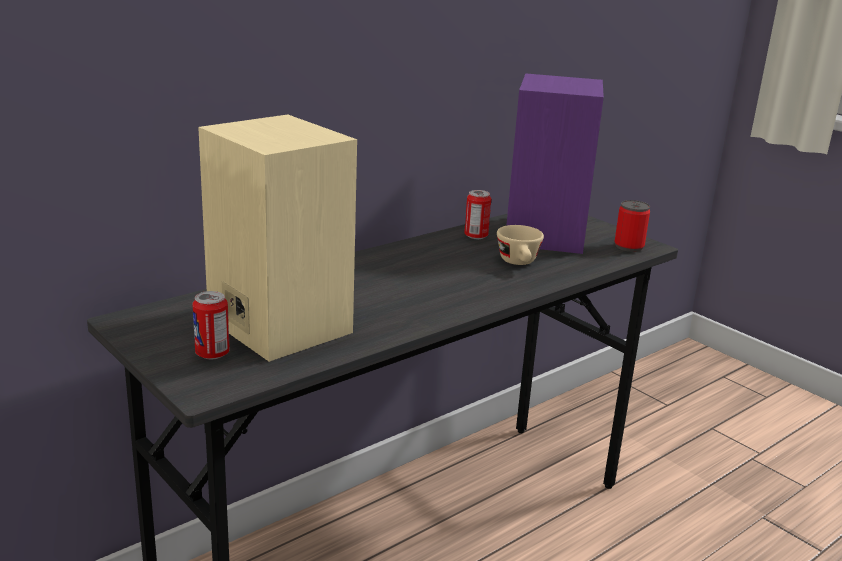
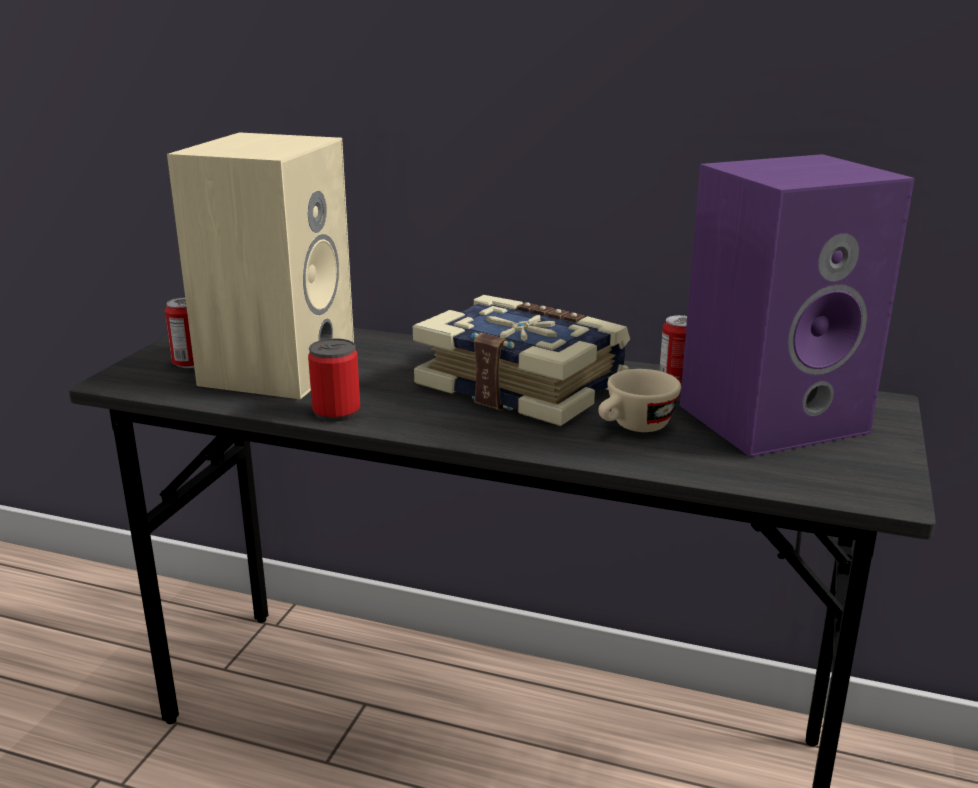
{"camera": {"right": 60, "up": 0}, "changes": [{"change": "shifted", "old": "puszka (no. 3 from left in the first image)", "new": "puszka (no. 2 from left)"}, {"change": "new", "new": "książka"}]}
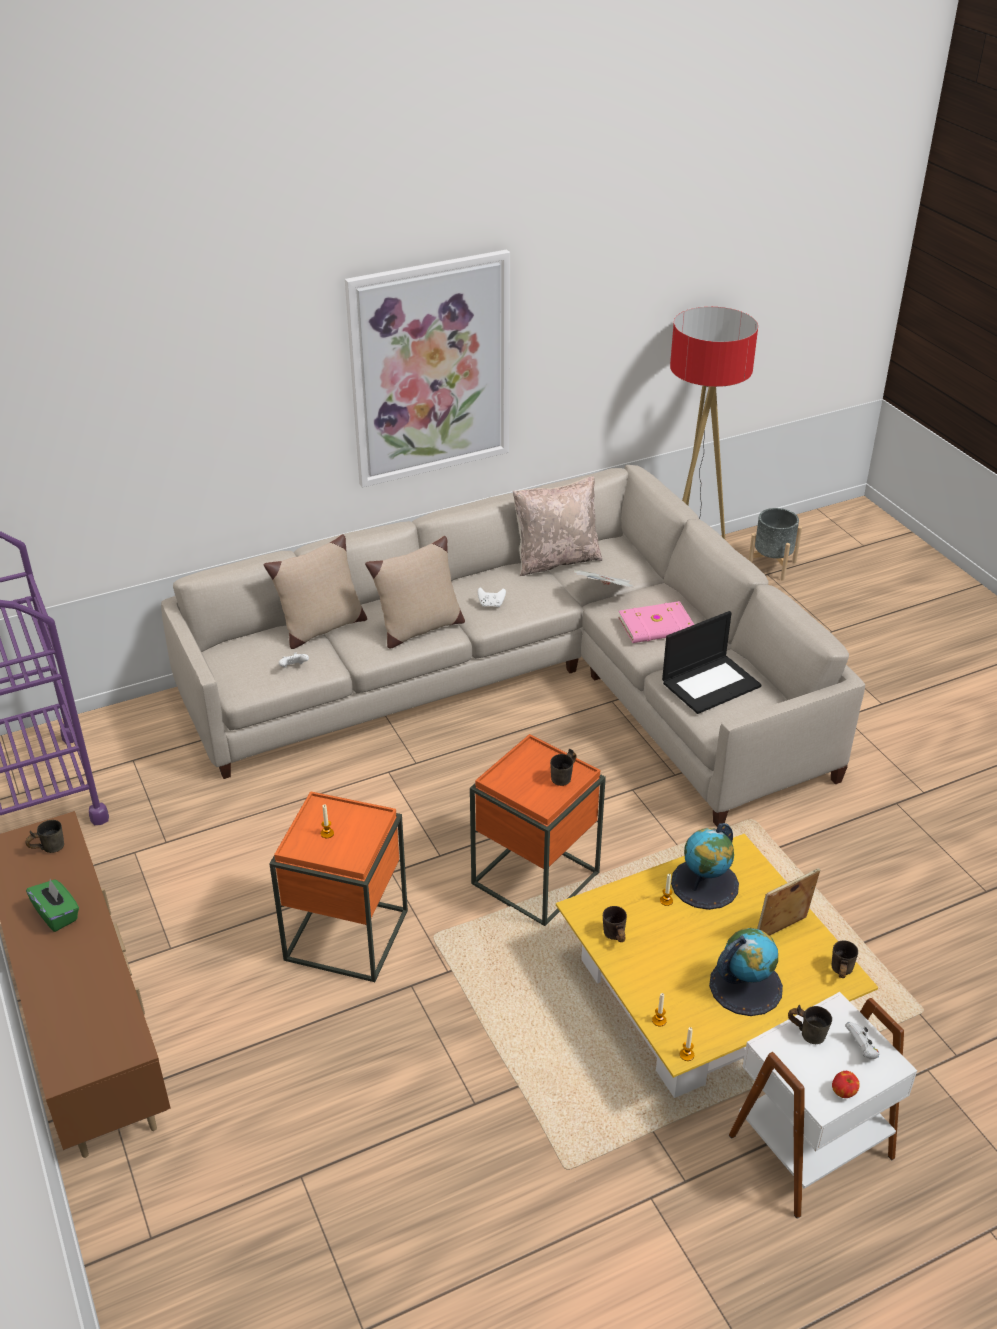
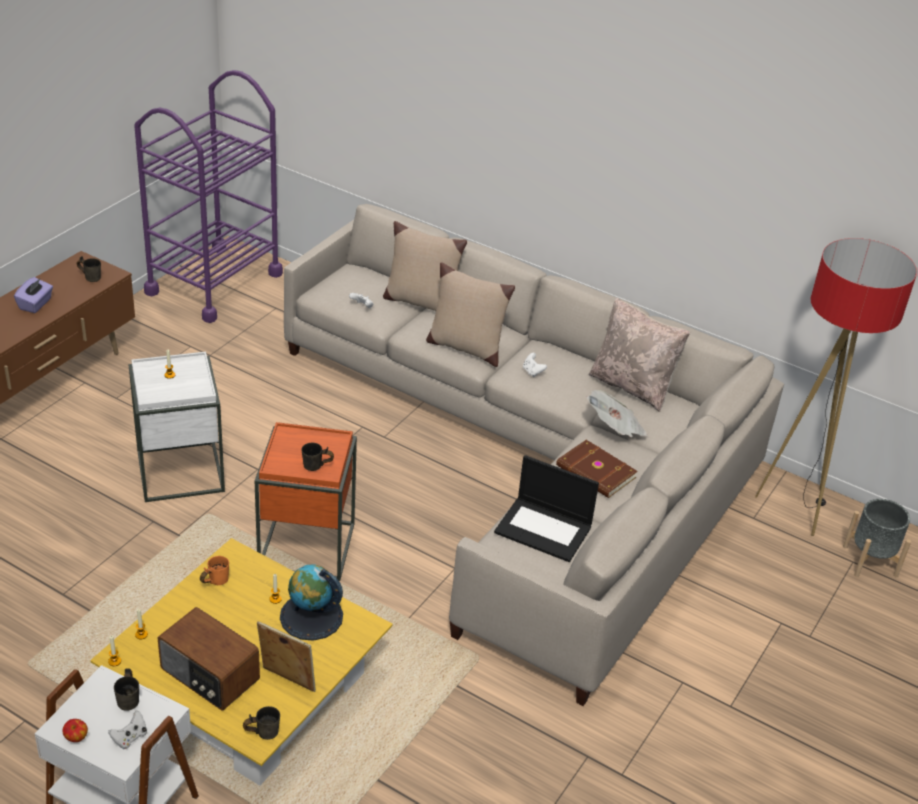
{"camera": {"right": 55, "up": 0}, "changes": [{"change": "repainted", "old": "pudełko chusteczek/zielony", "new": "pudełko chusteczek/fioletowy"}, {"change": "repainted", "old": "stolik/pomarańczowy (no. 1 from left)", "new": "stolik/biały (no. 2 from left)"}, {"change": "gone", "old": "obraz"}, {"change": "repainted", "old": "kubek/szary (no. 3 from left)", "new": "kubek/pomarańczowy"}, {"change": "repainted", "old": "książka/różowy", "new": "książka/brązowy"}, {"change": "swapped", "old": "globus (no. 2 from left)", "new": "radio"}]}
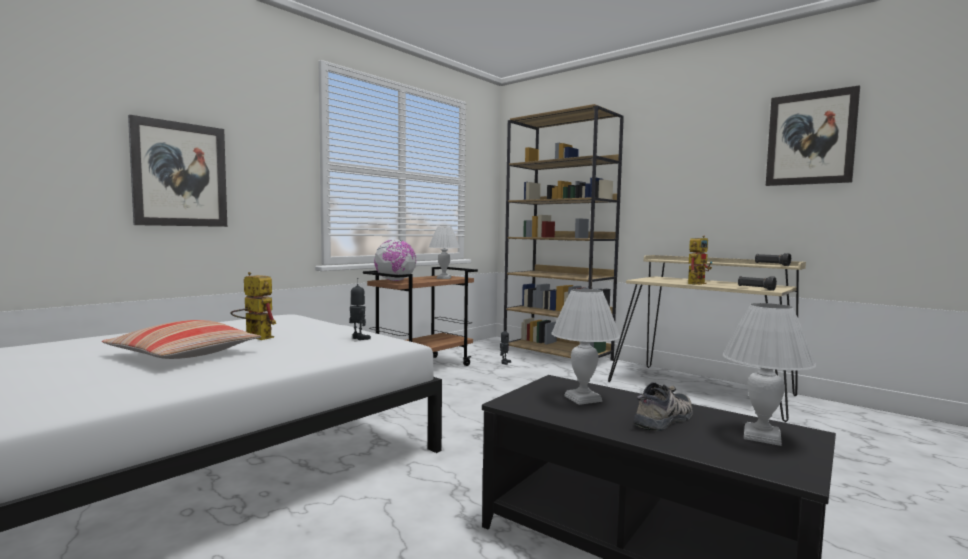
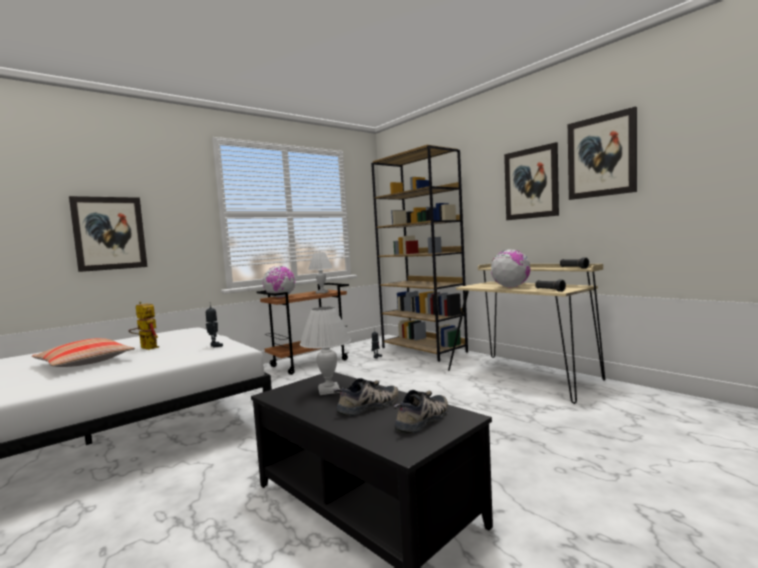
{"camera": {"right": 10, "up": 0}, "changes": [{"change": "swapped", "old": "robot zabawkowy (no. 4 from left)", "new": "globus (no. 2 from left)"}, {"change": "swapped", "old": "lampa stołowa/biały (no. 3 from left)", "new": "but (no. 2 from left)"}, {"change": "new", "new": "obraz (no. 2 from left)"}]}
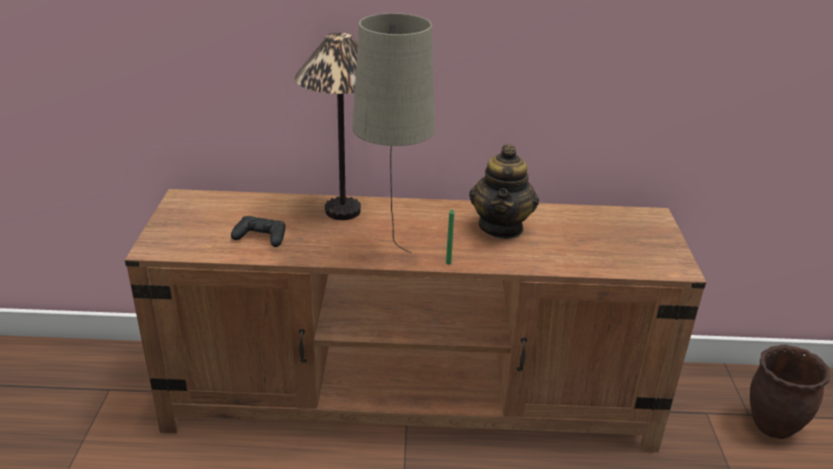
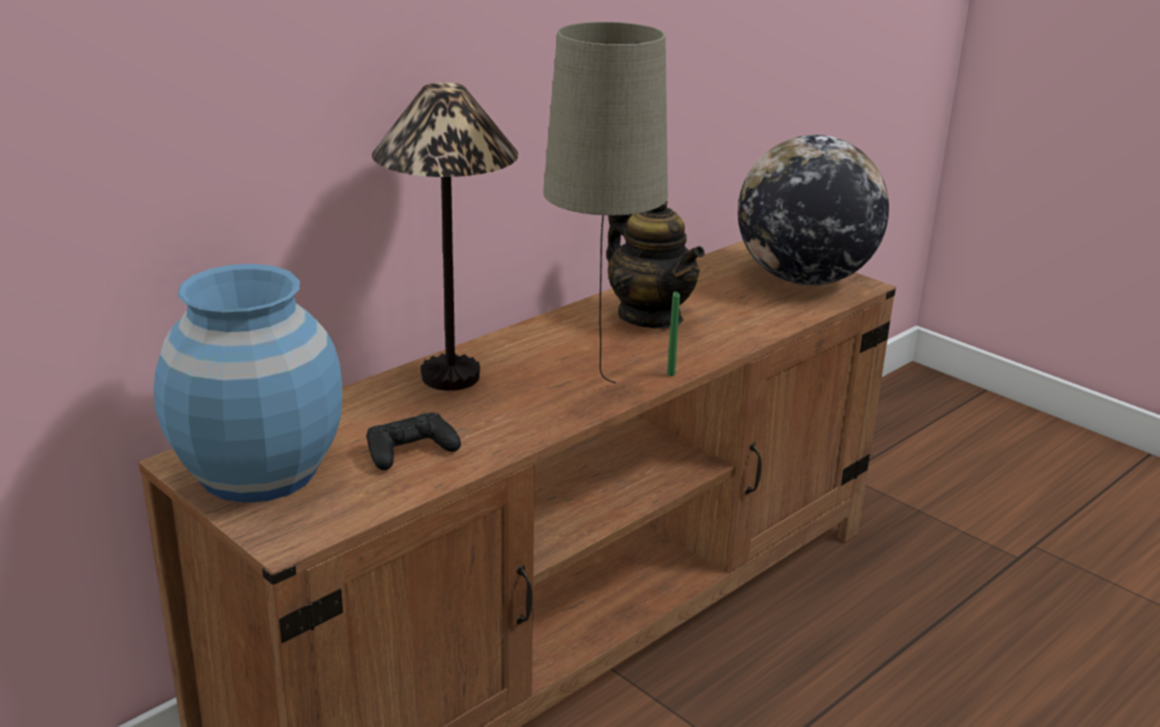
{"camera": {"right": -45, "up": -5}, "changes": [{"change": "gone", "old": "donica/brązowy"}, {"change": "new", "new": "wazon/niebieski"}, {"change": "new", "new": "globus"}]}
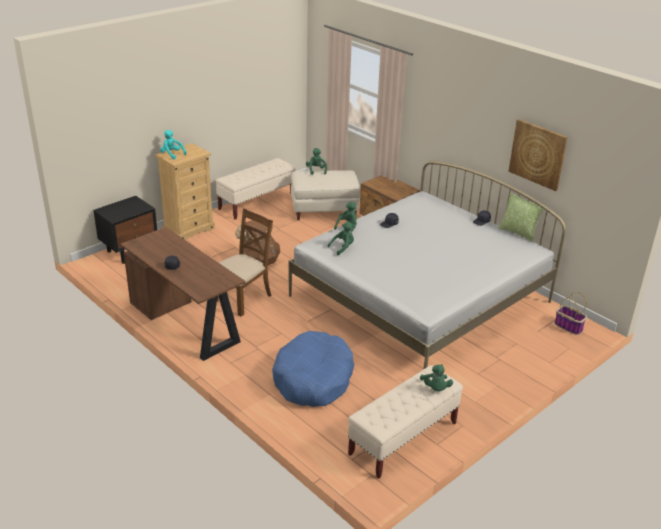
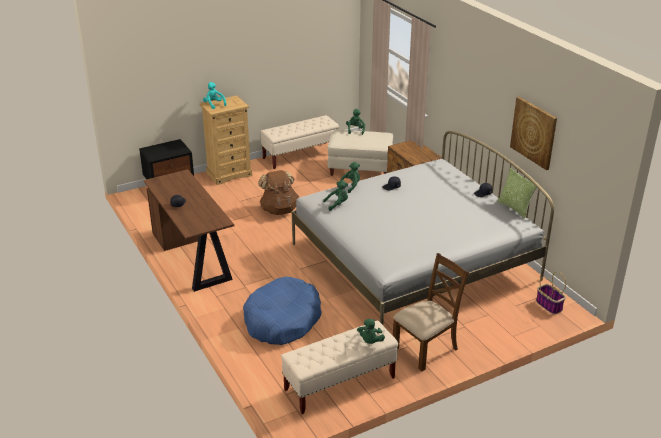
{"camera": {"right": 15, "up": 0}, "changes": [{"change": "shifted", "old": "krzesło/brązowy"}]}
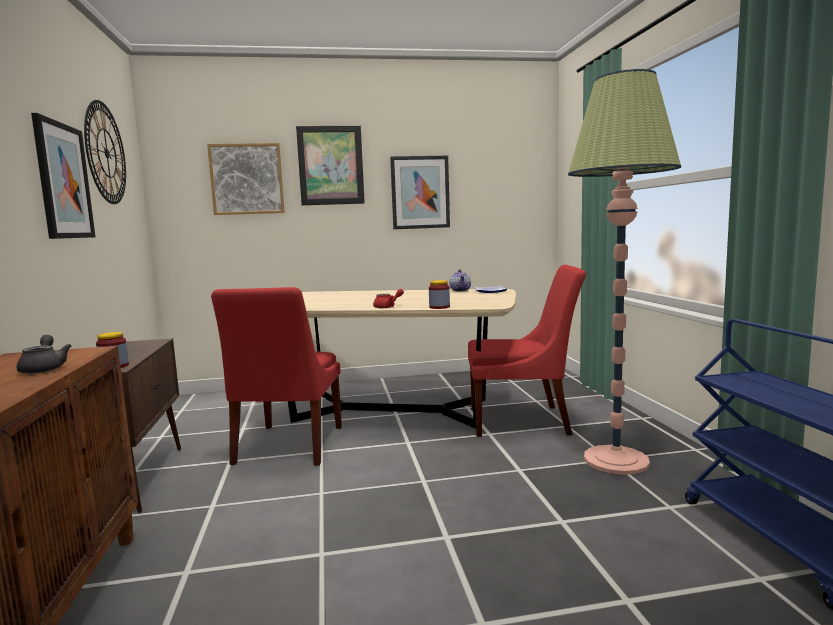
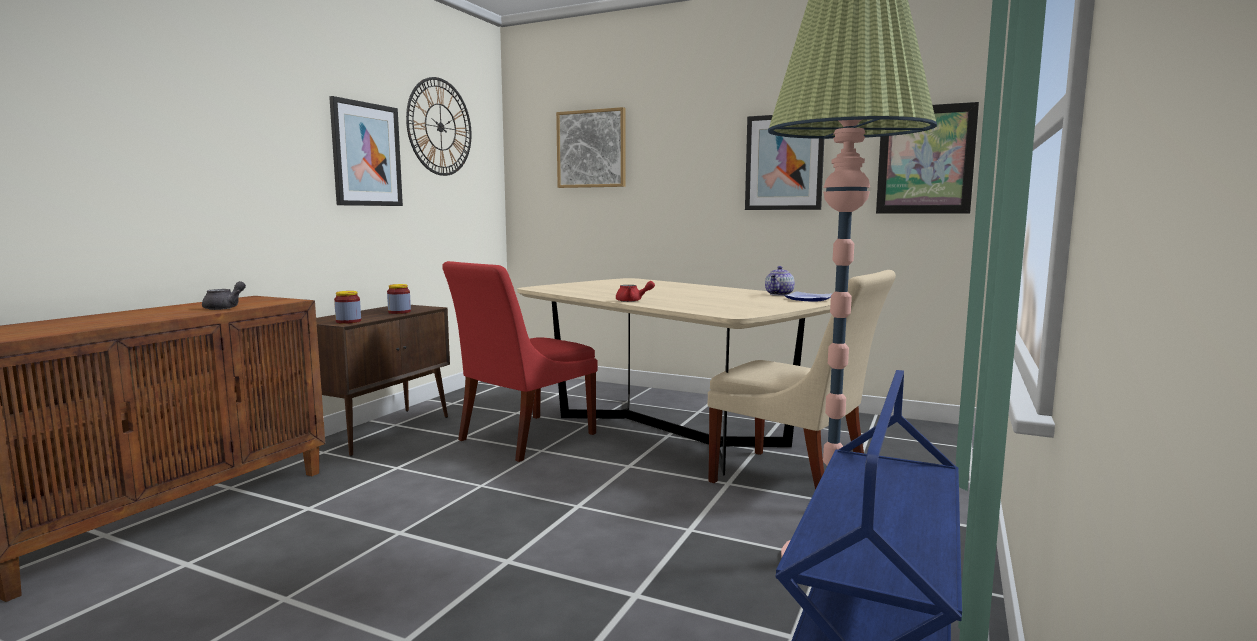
{"camera": {"right": 35, "up": 0}, "changes": [{"change": "shifted", "old": "obraz (no. 3 from left in the first image)", "new": "obraz (no. 4 from left)"}, {"change": "shifted", "old": "słoik (no. 2 from left)"}, {"change": "repainted", "old": "krzesło/czerwony (no. 2 from left)", "new": "krzesło/beżowy"}]}
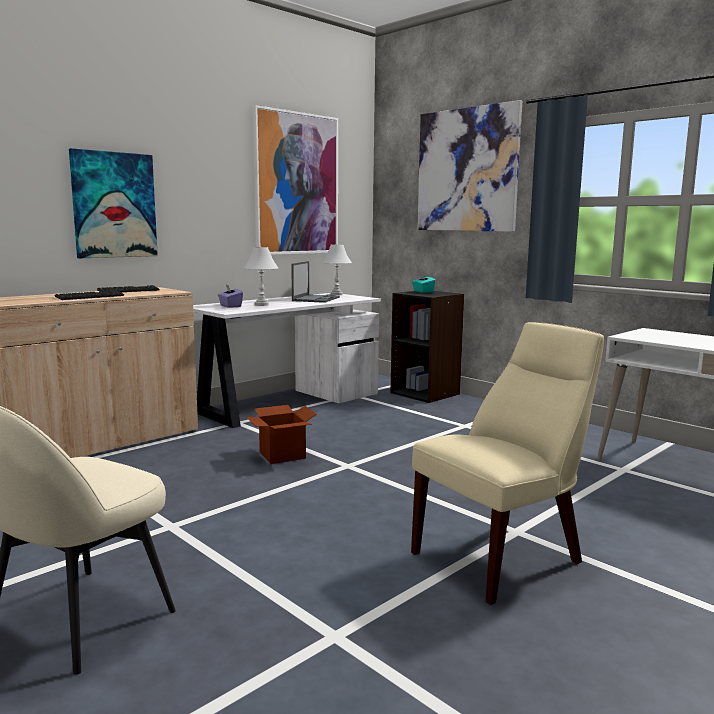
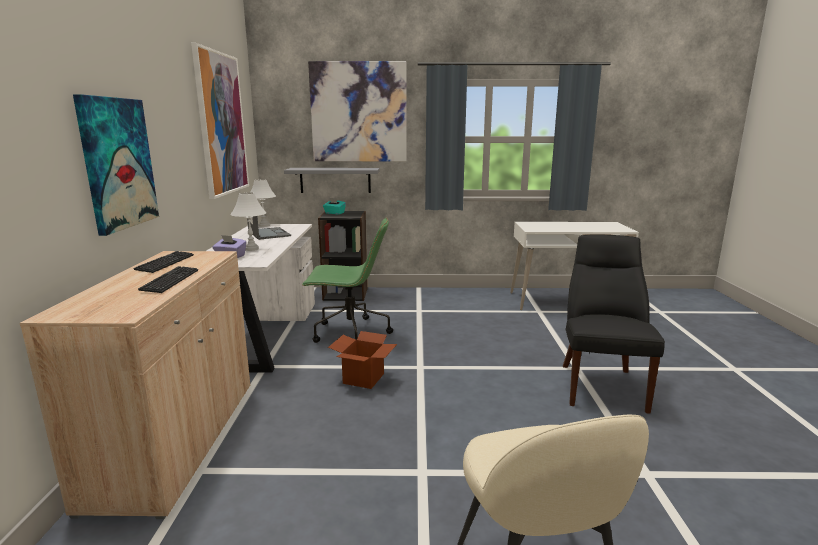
{"camera": {"right": -45, "up": 5}, "changes": [{"change": "repainted", "old": "krzesło/beżowy (no. 2 from left)", "new": "krzesło/czarny"}, {"change": "new", "new": "półka/szary"}, {"change": "new", "new": "krzesło biurowe/zielony"}]}
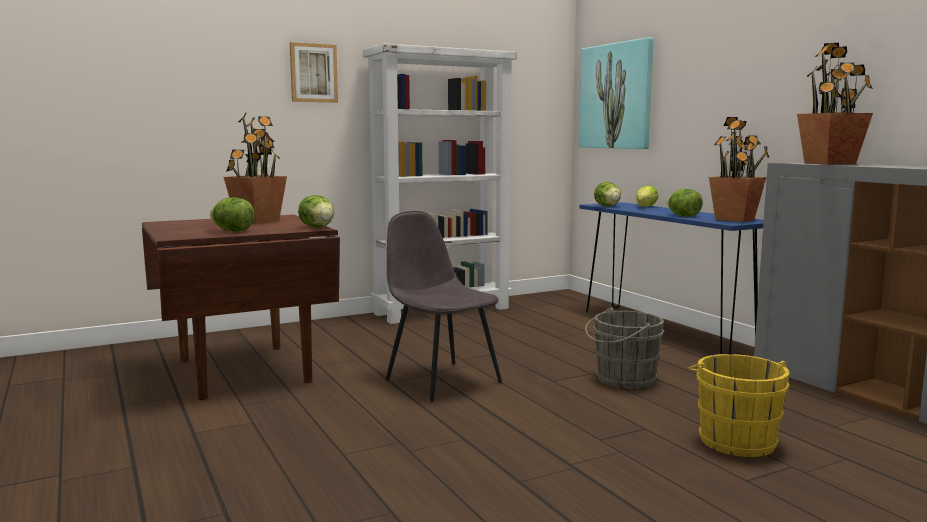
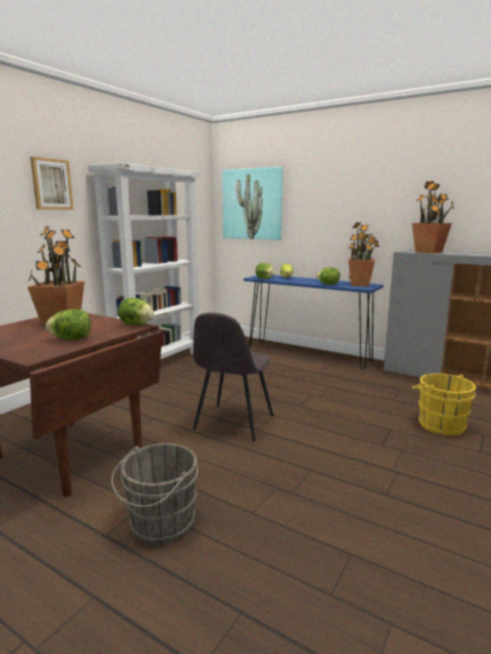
{"camera": {"right": -30, "up": 5}, "changes": [{"change": "rotated", "old": "krzesło/szary", "degrees": -90}, {"change": "shifted", "old": "wiadro/szary"}]}
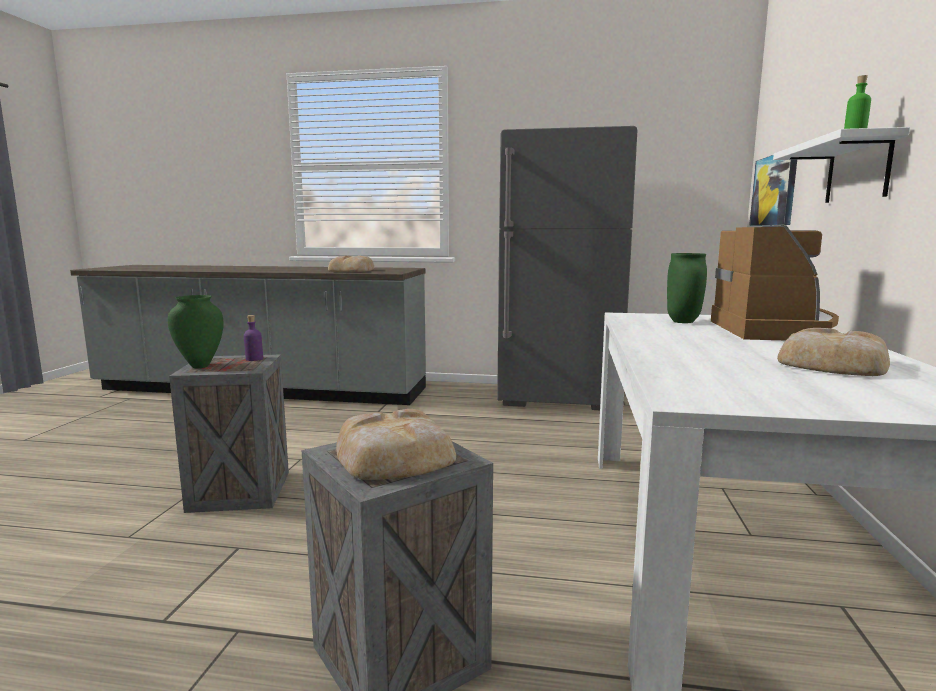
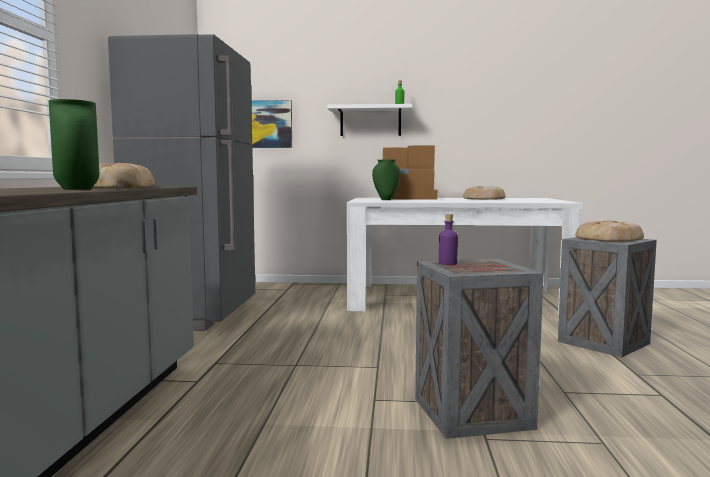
{"camera": {"right": -95, "up": -5}, "changes": [{"change": "shifted", "old": "wazon/zielony (no. 1 from left)"}]}
